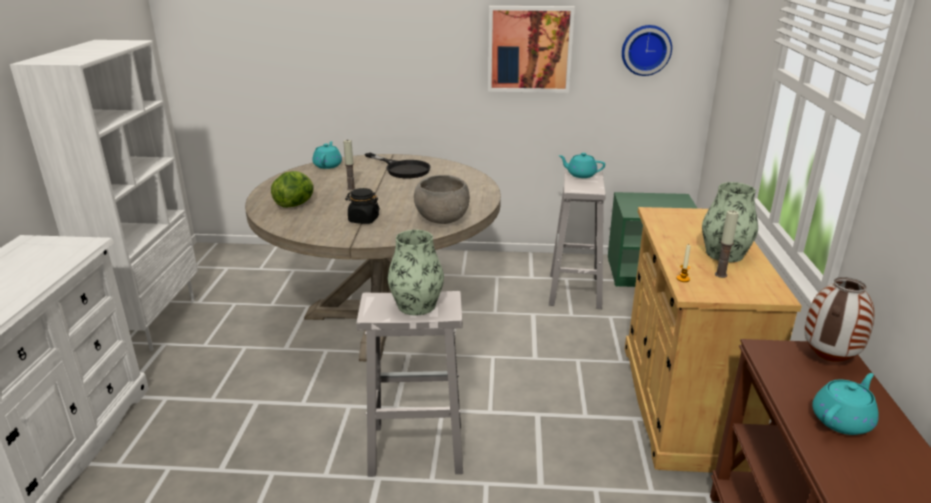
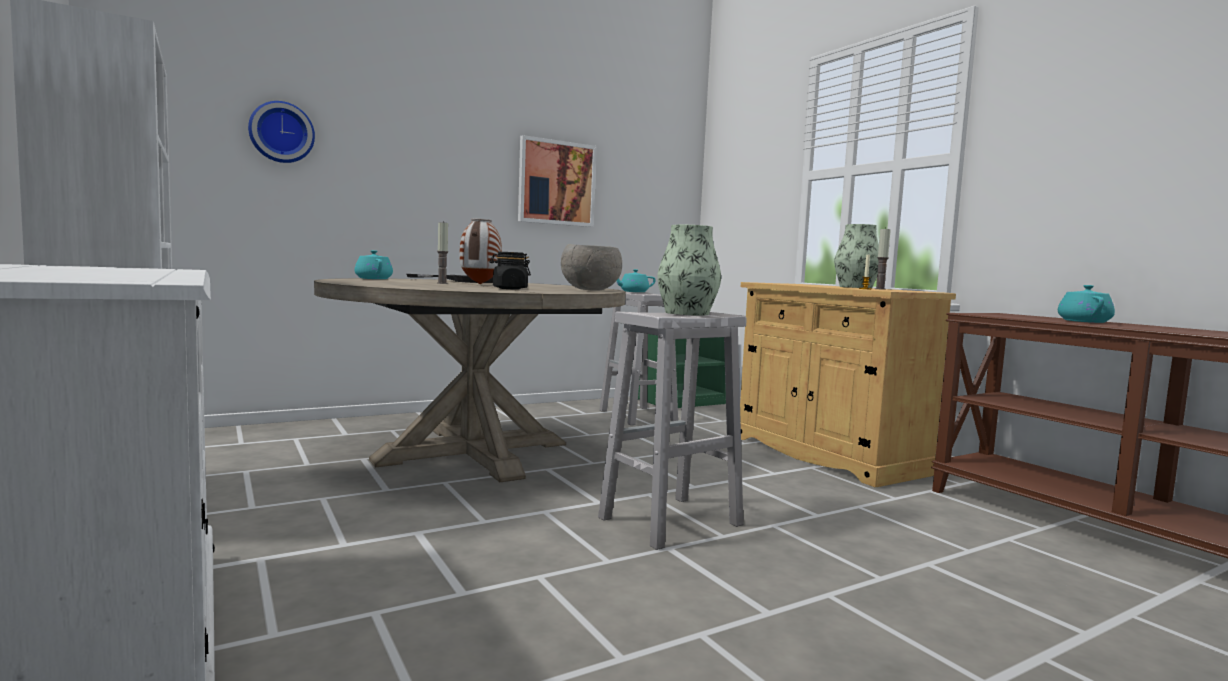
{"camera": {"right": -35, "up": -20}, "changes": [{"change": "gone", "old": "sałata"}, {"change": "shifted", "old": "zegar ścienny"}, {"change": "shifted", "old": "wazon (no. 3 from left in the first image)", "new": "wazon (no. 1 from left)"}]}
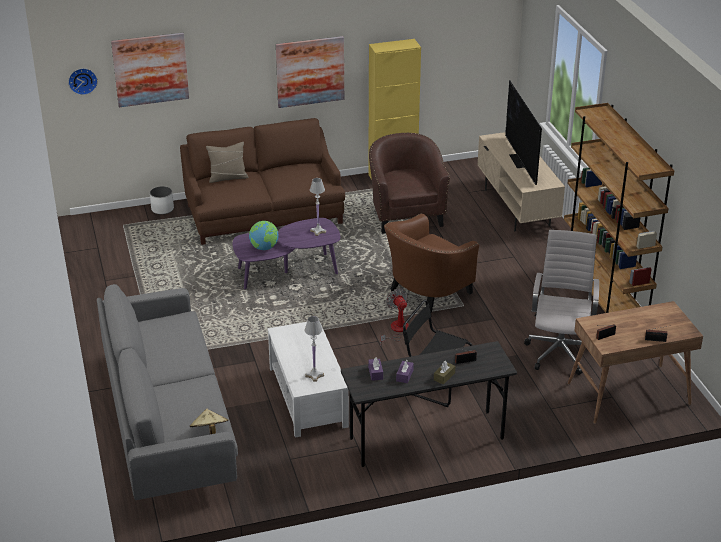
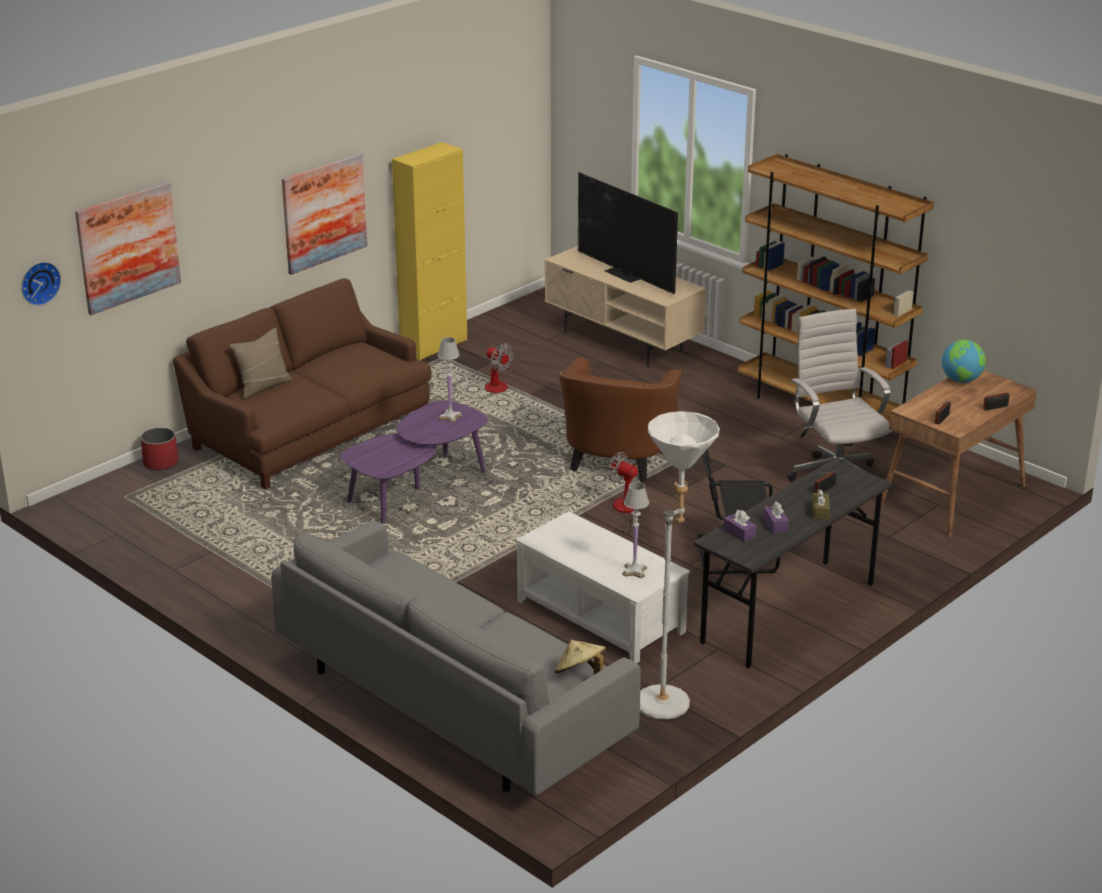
{"camera": {"right": -30, "up": -5}, "changes": [{"change": "repainted", "old": "donica/biały", "new": "donica/czerwony"}, {"change": "shifted", "old": "globus"}, {"change": "swapped", "old": "fotel/brązowy (no. 1 from left)", "new": "wentylator (no. 1 from left)"}, {"change": "new", "new": "lampa stojąca/biały"}]}
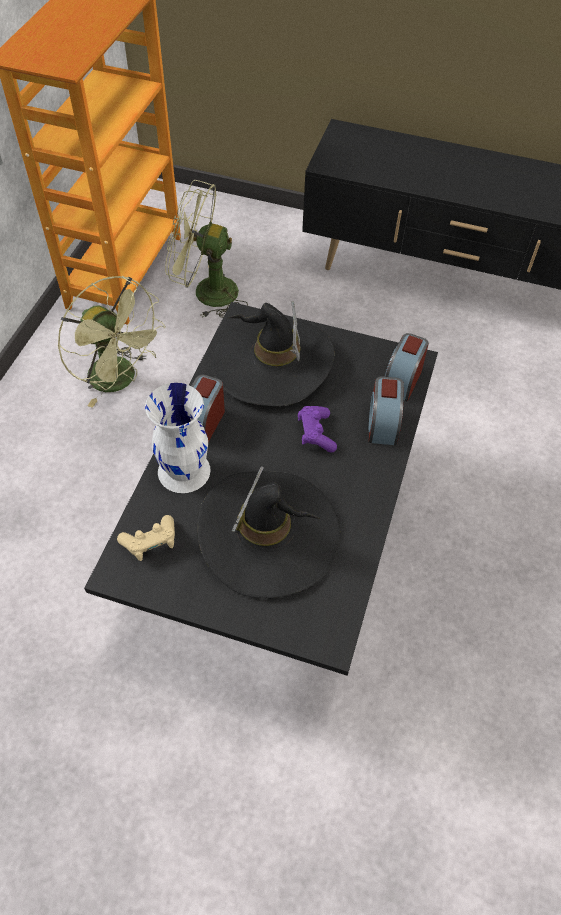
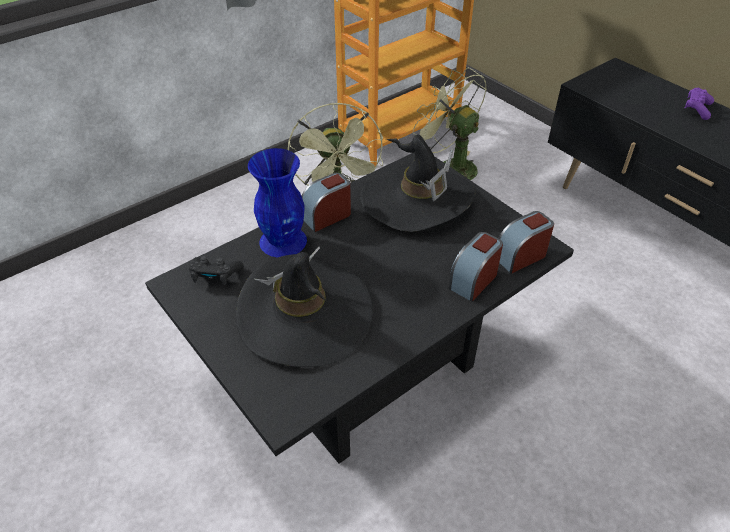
{"camera": {"right": 35, "up": -10}, "changes": [{"change": "repainted", "old": "pad do gier/beżowy", "new": "pad do gier/czarny"}, {"change": "repainted", "old": "wazon/biały", "new": "wazon/niebieski"}, {"change": "shifted", "old": "pad do gier/fioletowy"}]}
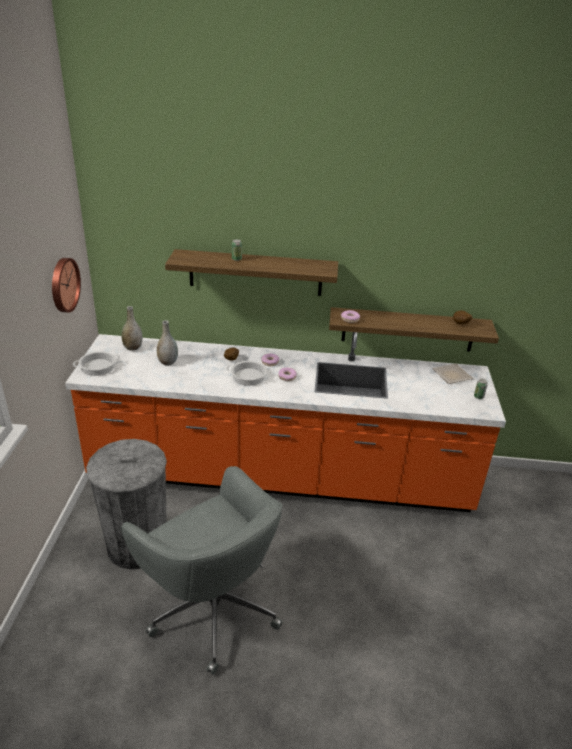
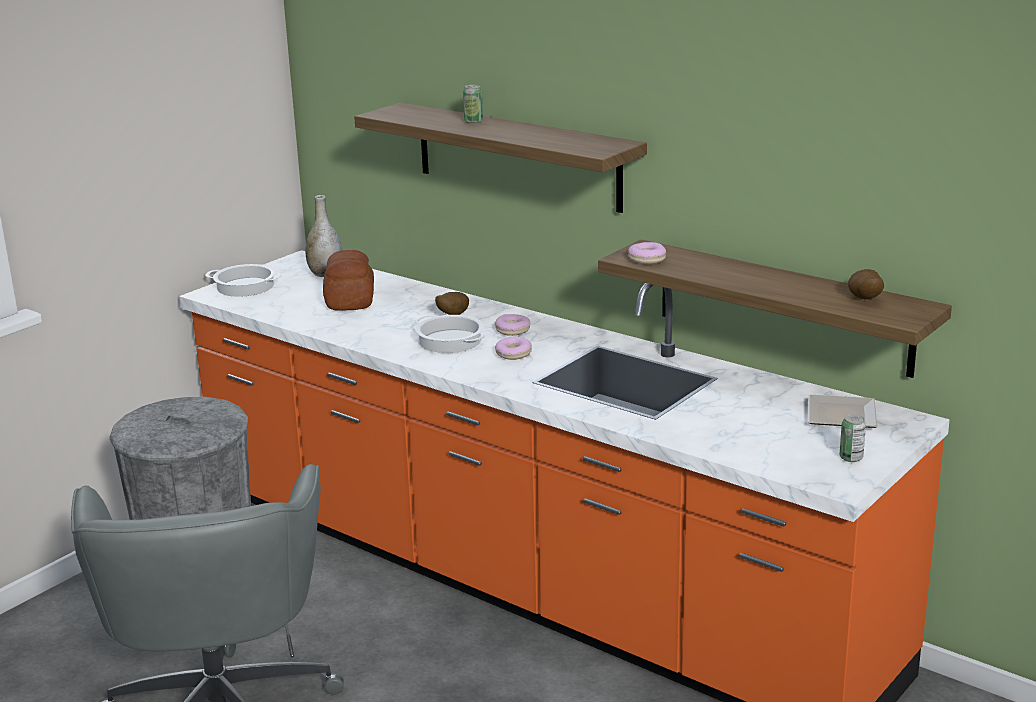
{"camera": {"right": 35, "up": -10}, "changes": [{"change": "gone", "old": "zegar ścienny"}, {"change": "swapped", "old": "wazon/szary (no. 2 from left)", "new": "chleb"}]}
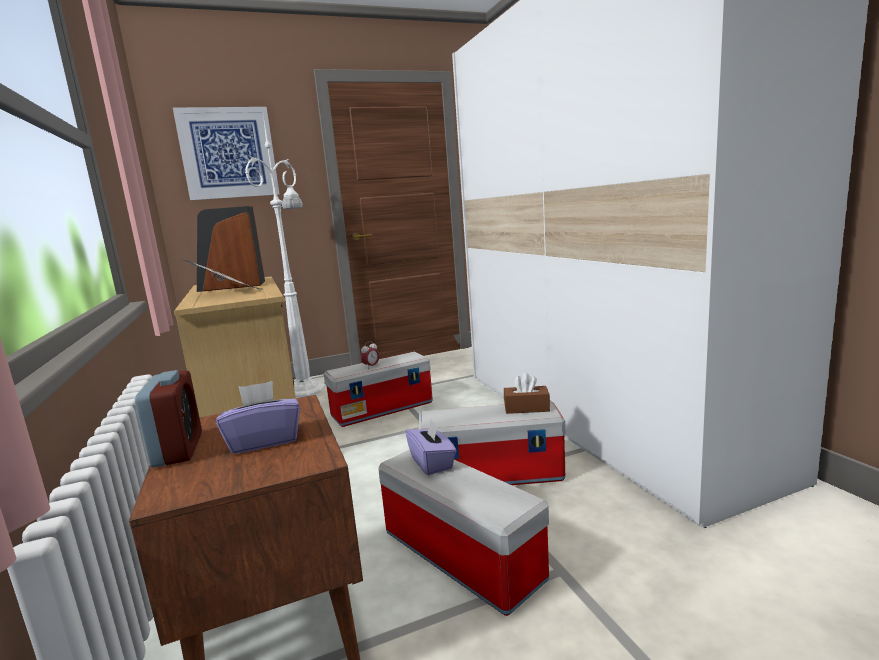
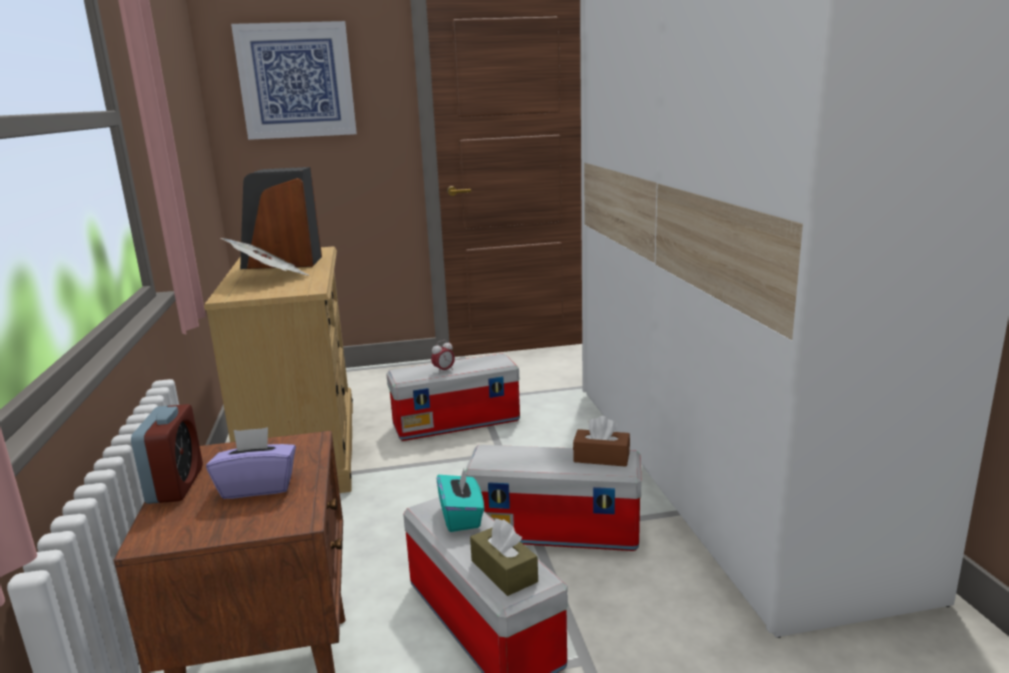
{"camera": {"right": 10, "up": 5}, "changes": [{"change": "gone", "old": "lampa stojąca/biały"}, {"change": "repainted", "old": "pudełko chusteczek/fioletowy (no. 2 from left)", "new": "pudełko chusteczek/turkusowy"}, {"change": "new", "new": "pudełko chusteczek/brązowy (no. 1 from left)"}]}
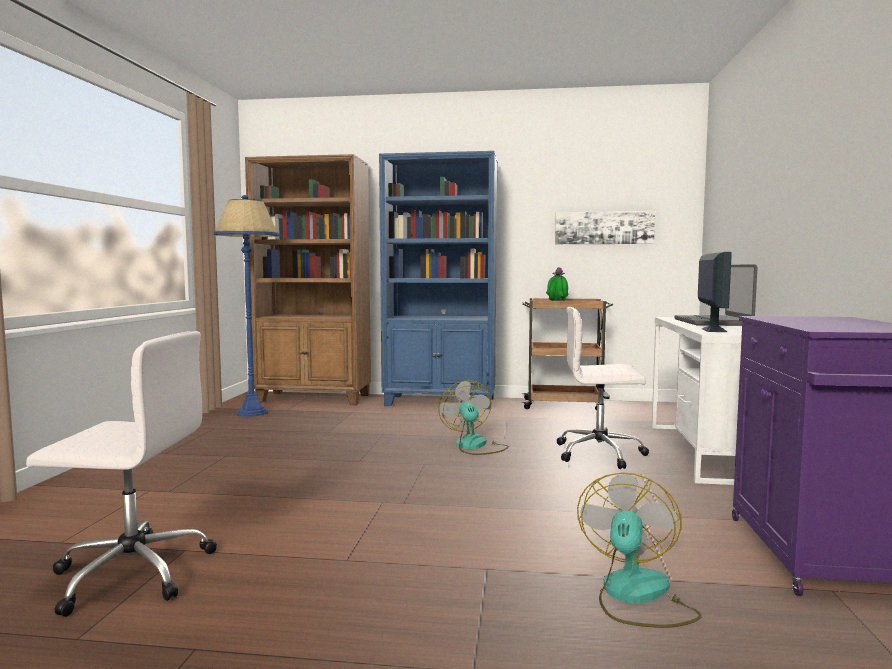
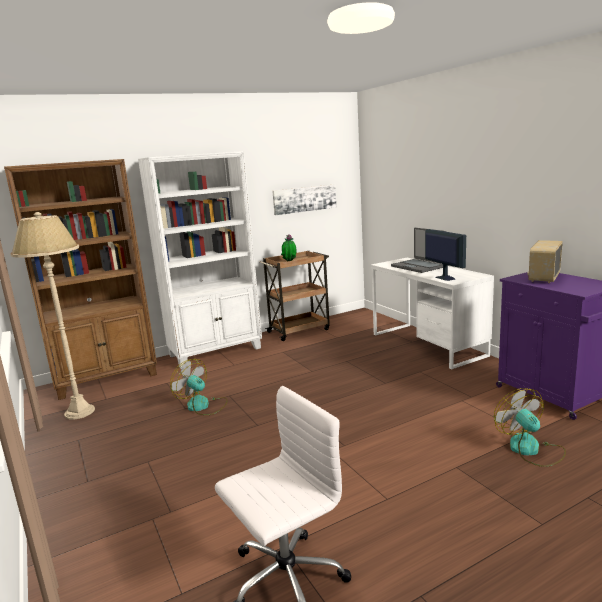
{"camera": {"right": -35, "up": 10}, "changes": [{"change": "repainted", "old": "lampa stojąca/niebieski", "new": "lampa stojąca/beżowy"}, {"change": "repainted", "old": "regał/niebieski", "new": "regał/biały"}, {"change": "shifted", "old": "wentylator (no. 1 from left)"}, {"change": "gone", "old": "krzesło biurowe/biały (no. 2 from left)"}, {"change": "new", "new": "radio"}]}
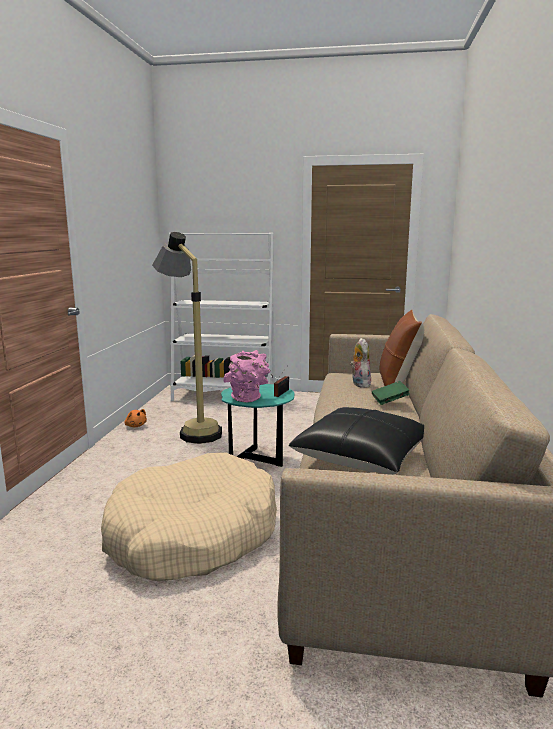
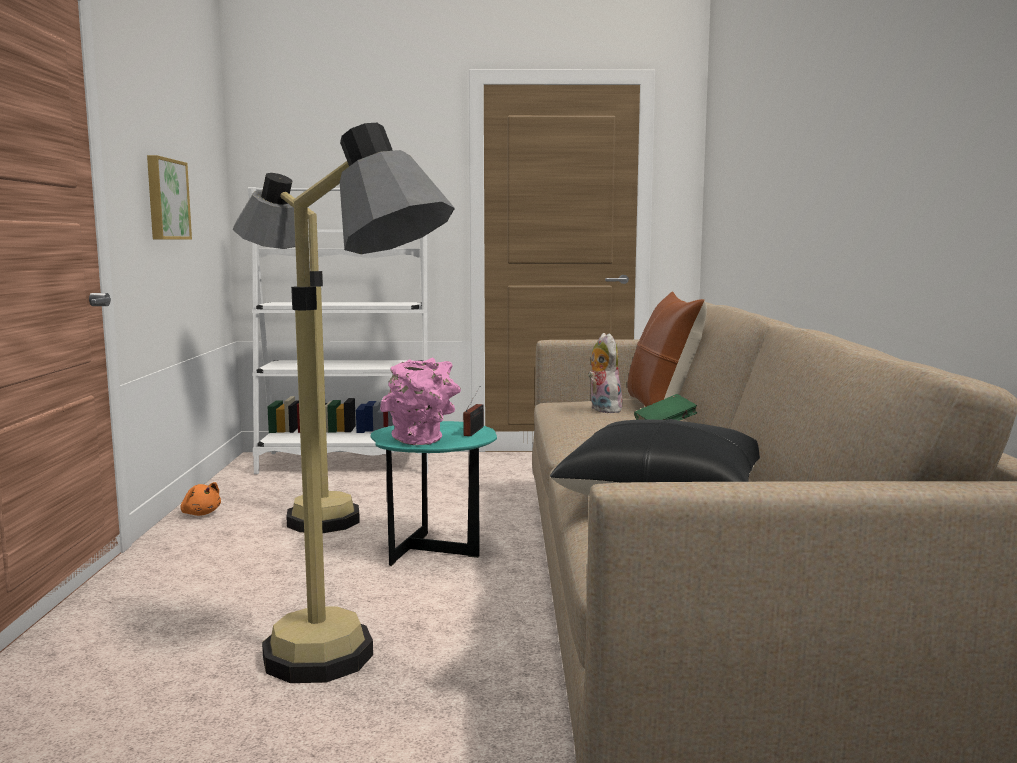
{"camera": {"right": -10, "up": -5}, "changes": [{"change": "swapped", "old": "legowisko/beżowy", "new": "lampa stojąca (no. 2 from left)"}, {"change": "new", "new": "obraz"}]}
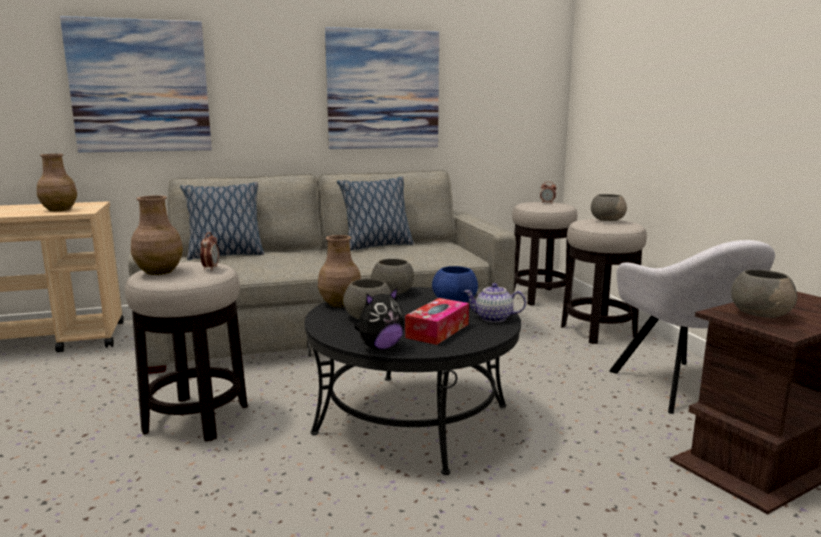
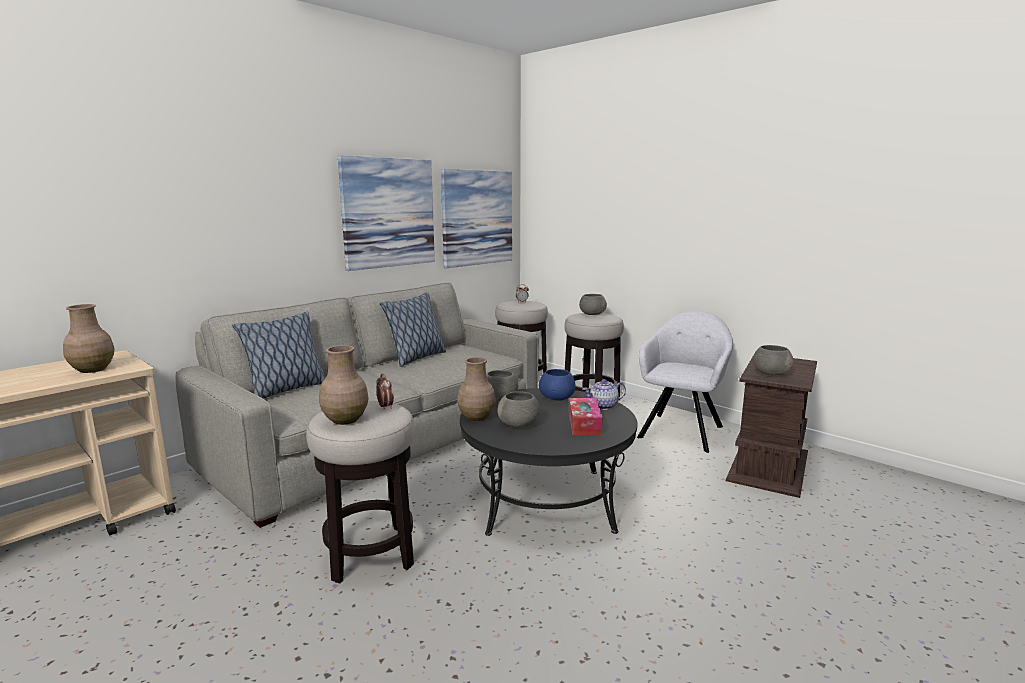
{"camera": {"right": -30, "up": 0}, "changes": [{"change": "shifted", "old": "obraz (no. 1 from left in the first image)", "new": "obraz (no. 2 from left)"}, {"change": "gone", "old": "pluszak"}, {"change": "rotated", "old": "fotel/szary", "degrees": -105}]}
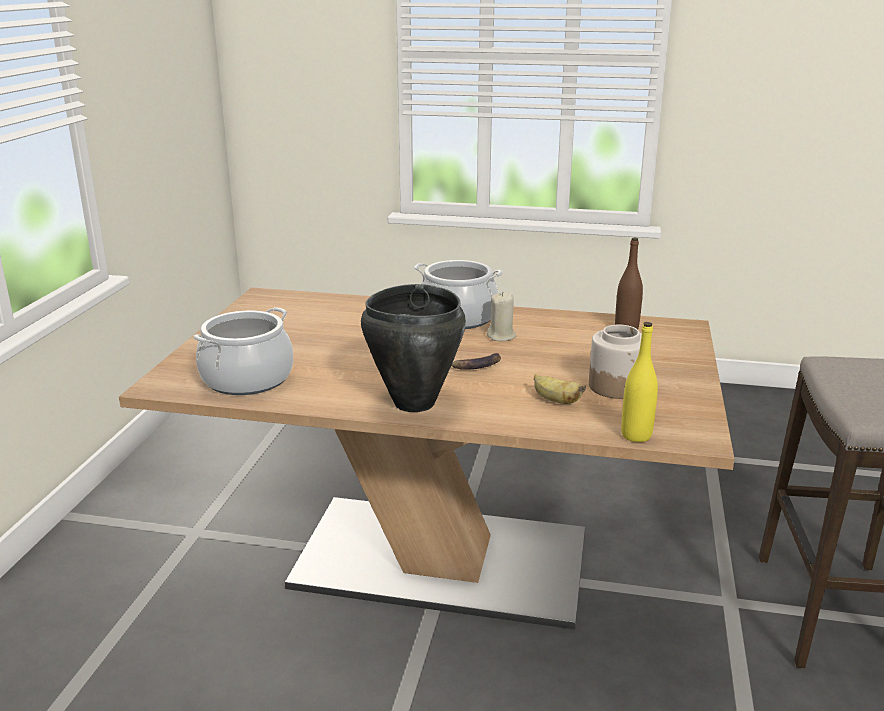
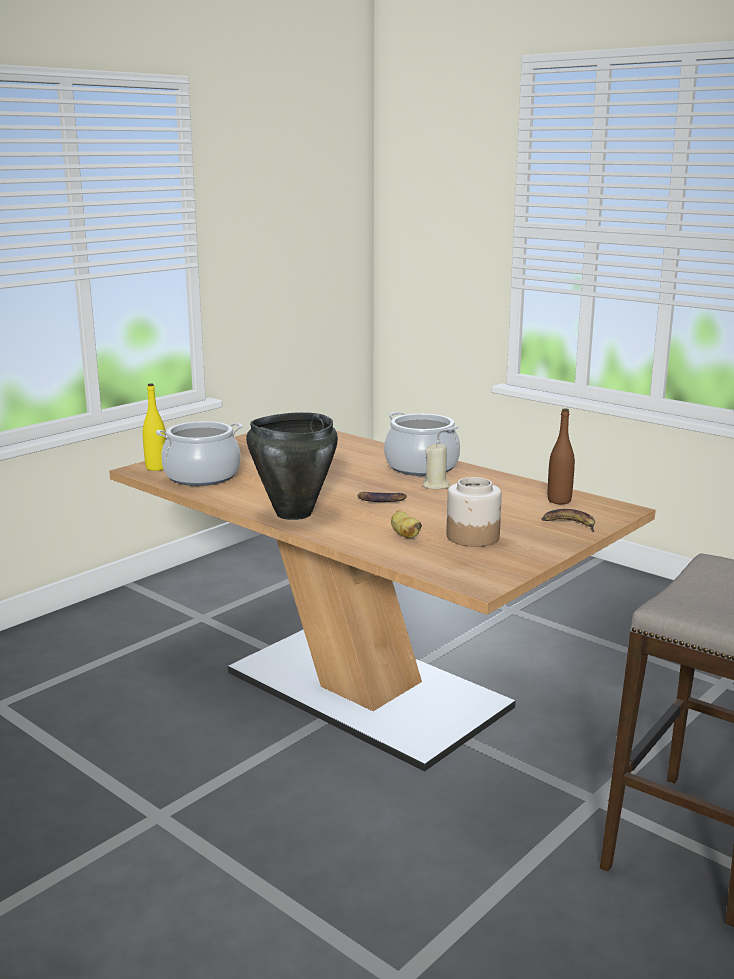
{"camera": {"right": 30, "up": -5}, "changes": [{"change": "shifted", "old": "butelka/żółty"}, {"change": "new", "new": "banan (no. 3 from left)"}]}
